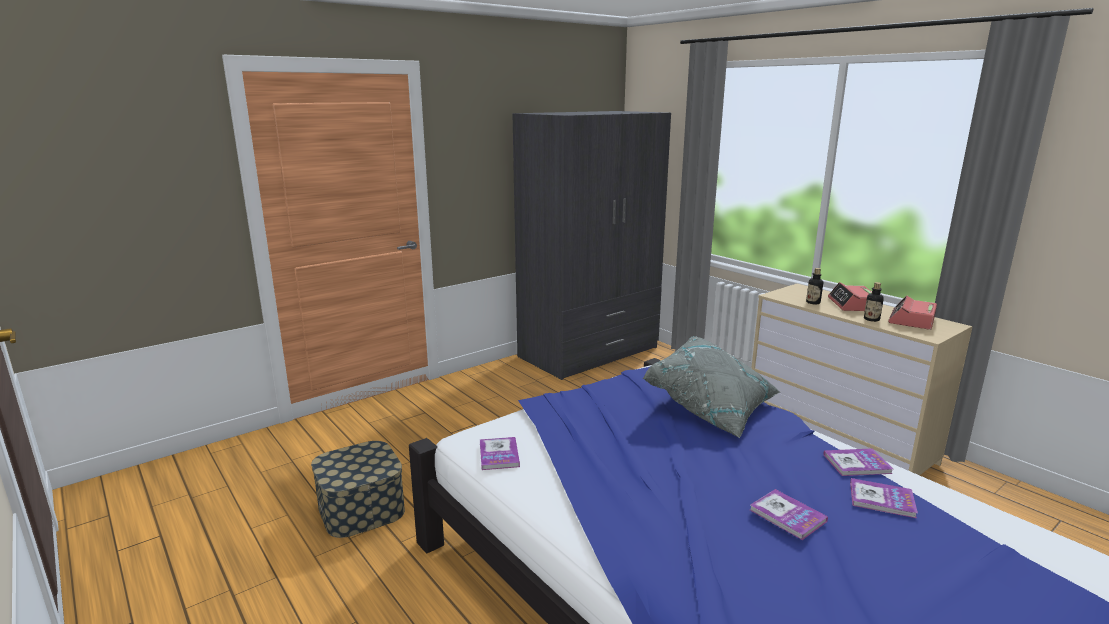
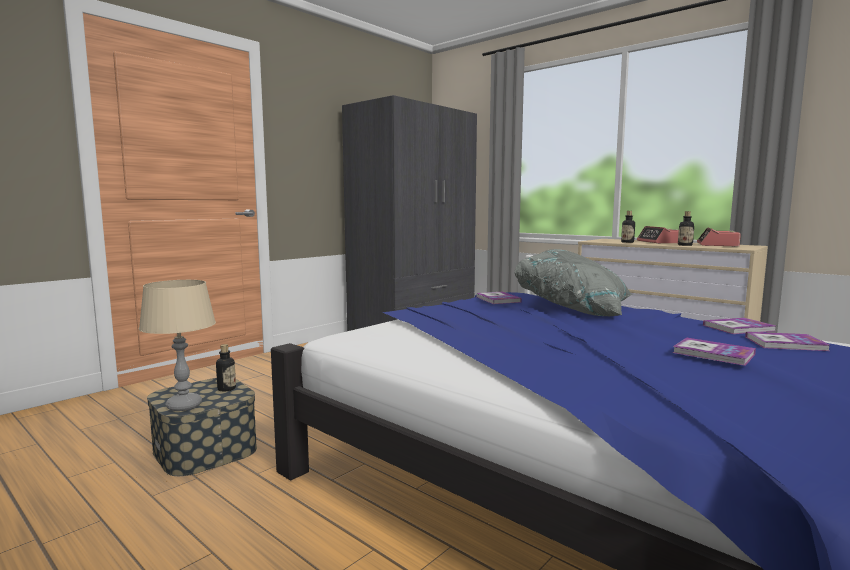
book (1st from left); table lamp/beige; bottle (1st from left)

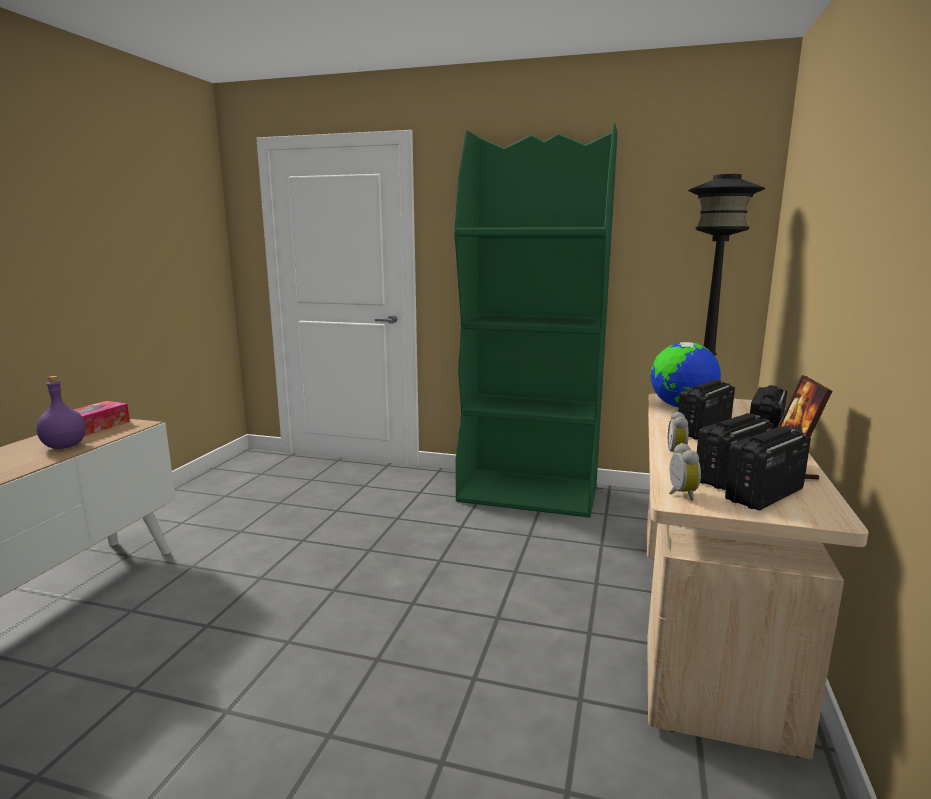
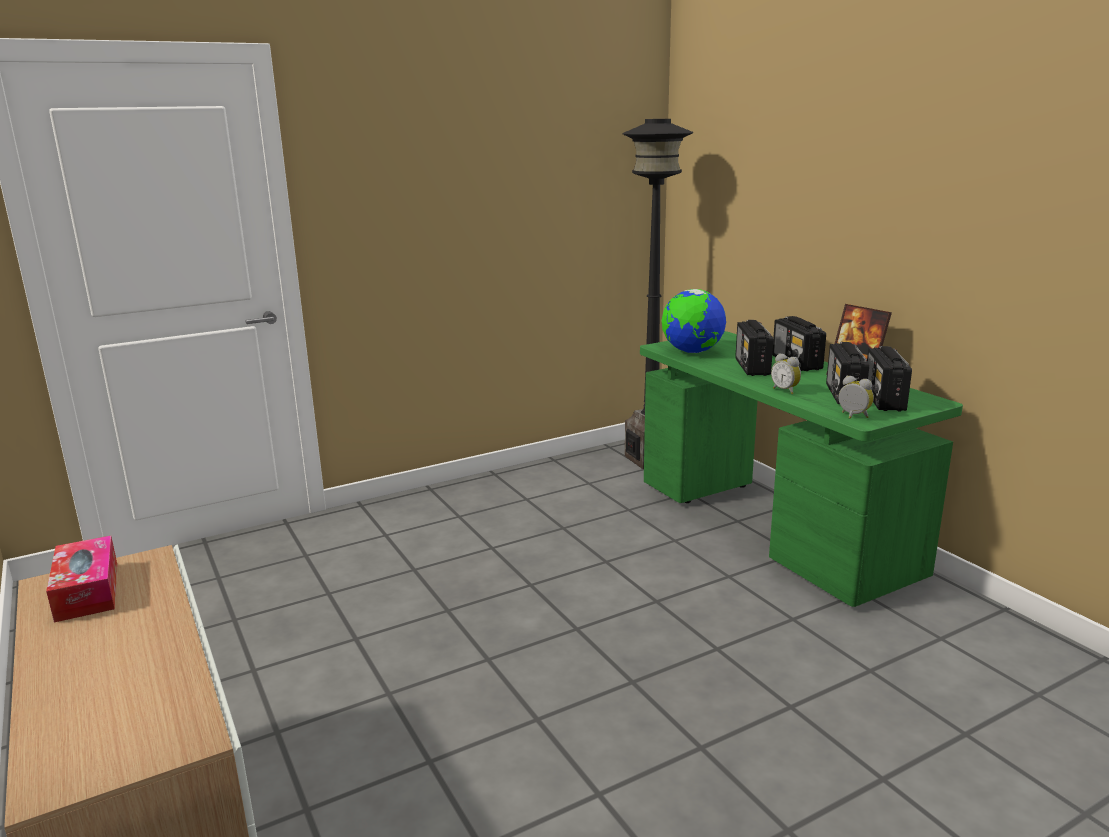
bottle/purple; bookcase/green; desk/green

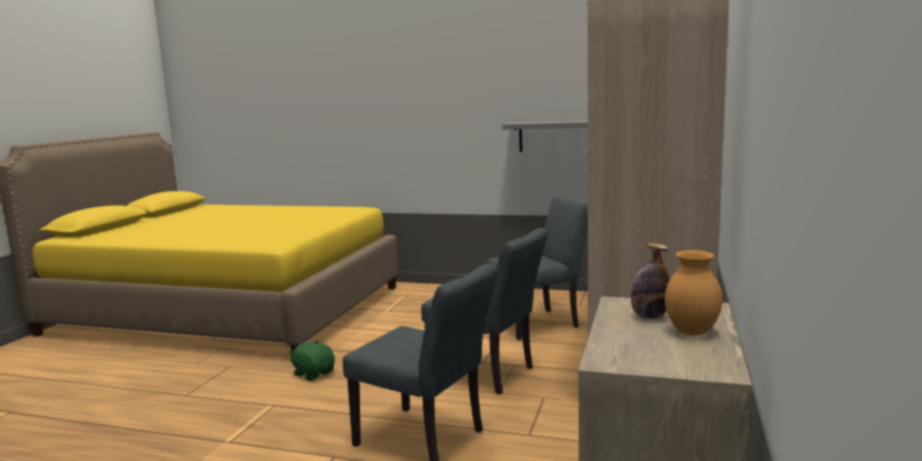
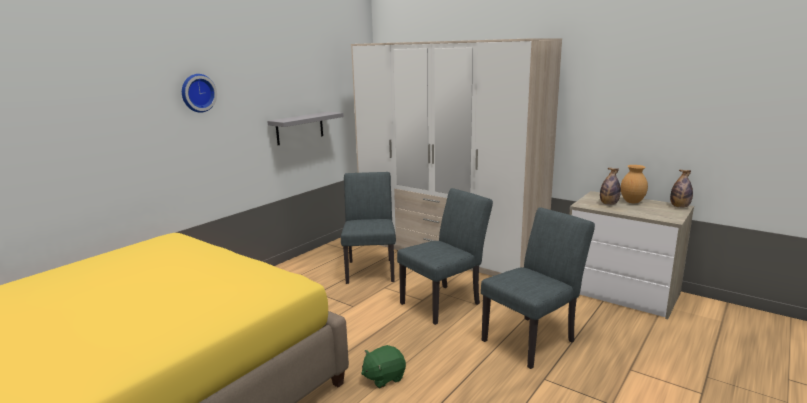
wall clock; bottle (2nd from left)

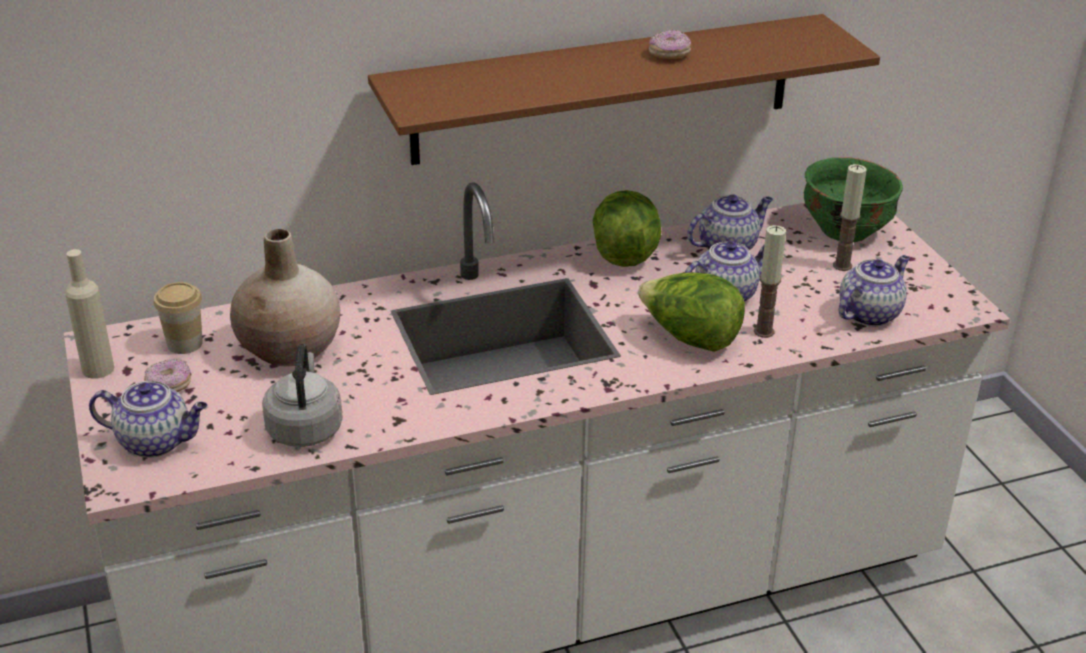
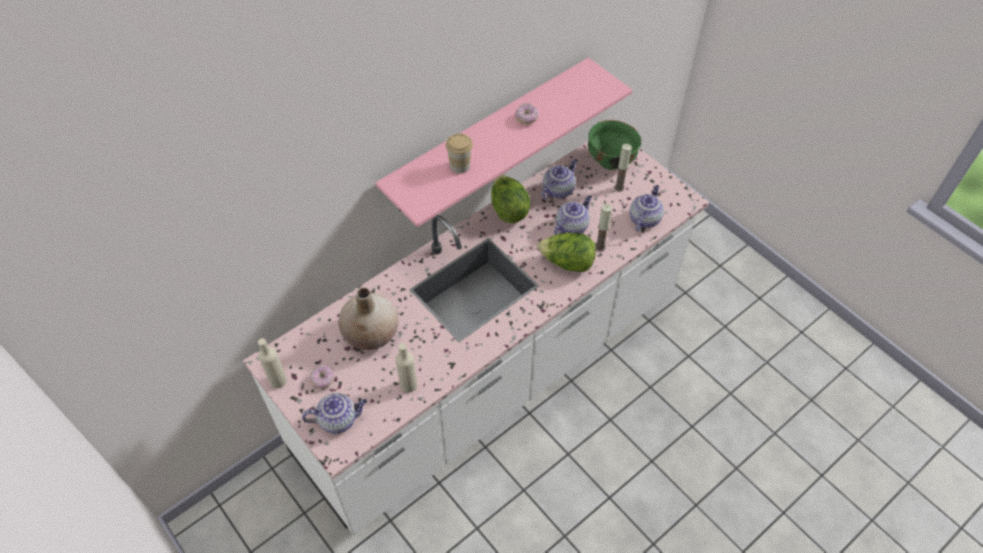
cup; bottle/beige (2nd from left); shelf/pink

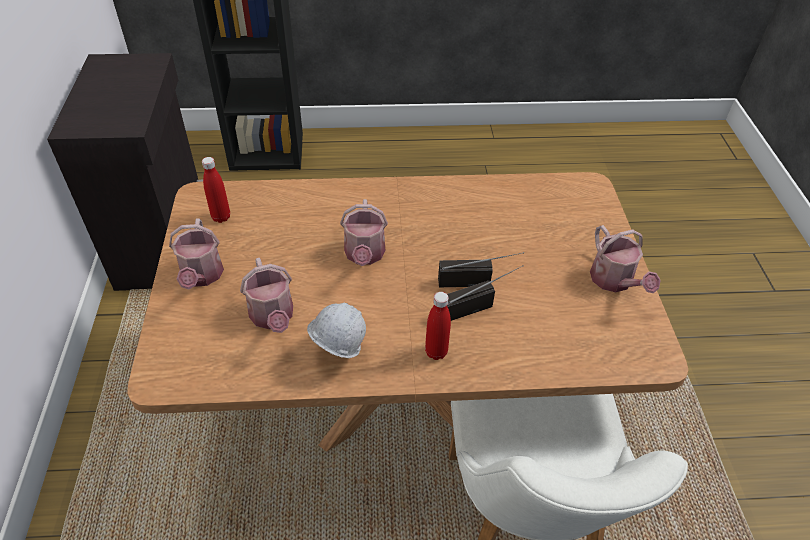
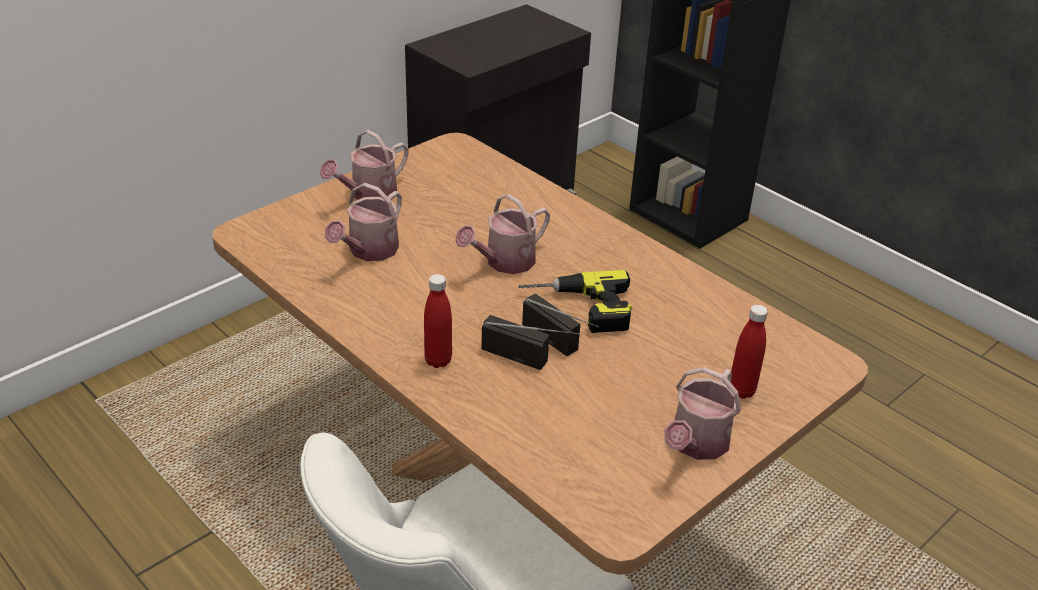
bottle/red (2nd from left); hard hat/white; power drill

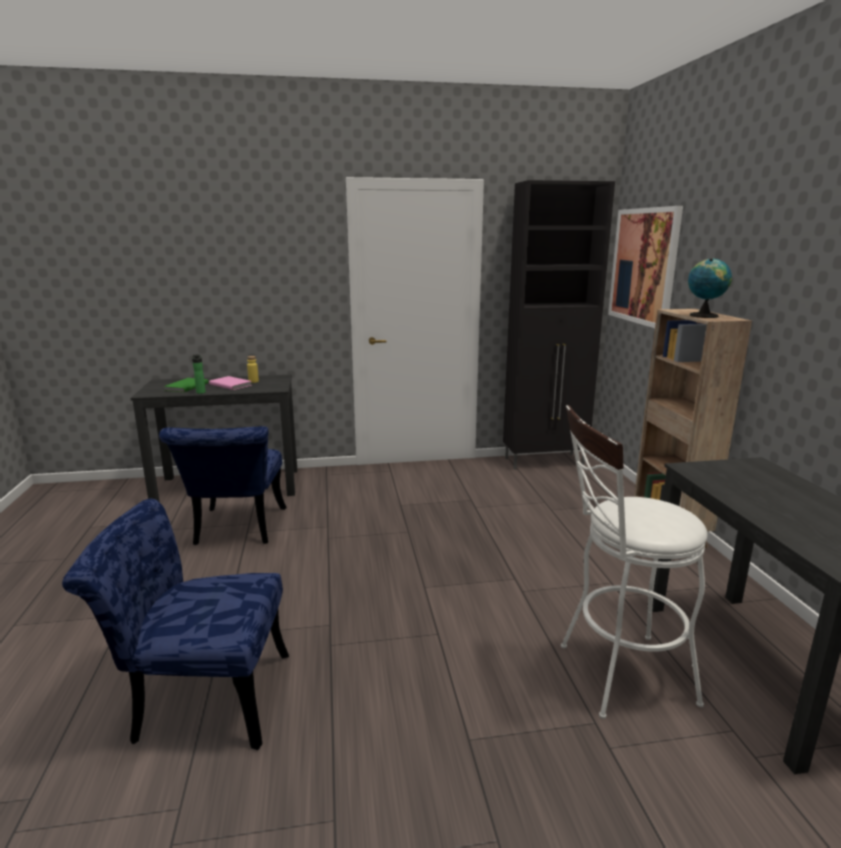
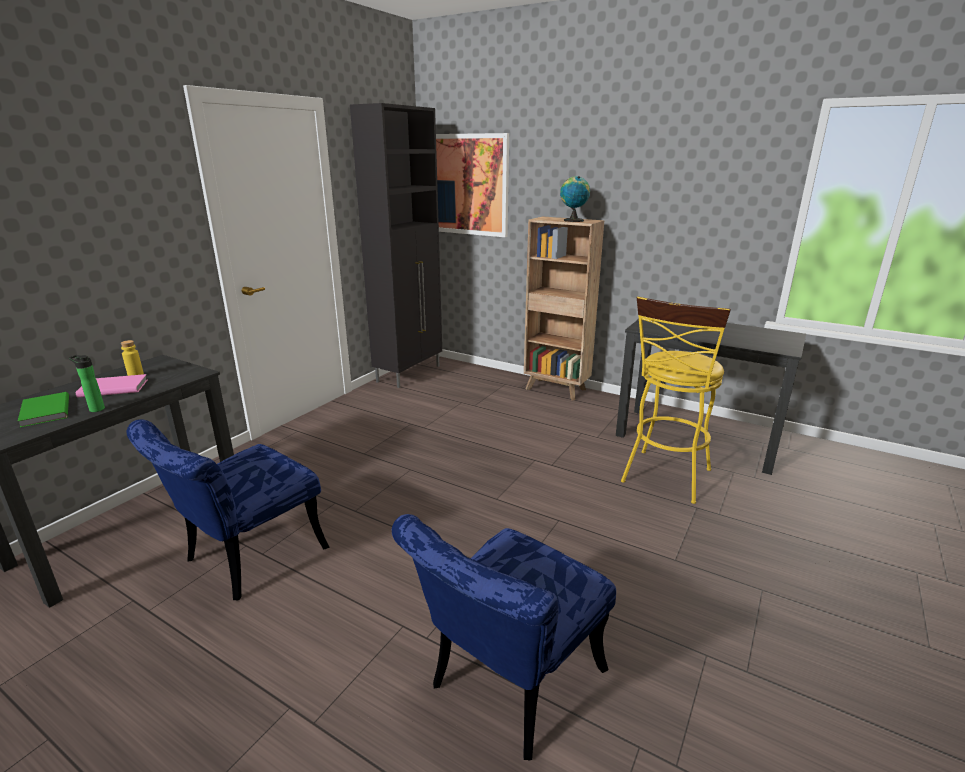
chair/blue (1st from left); stool/yellow

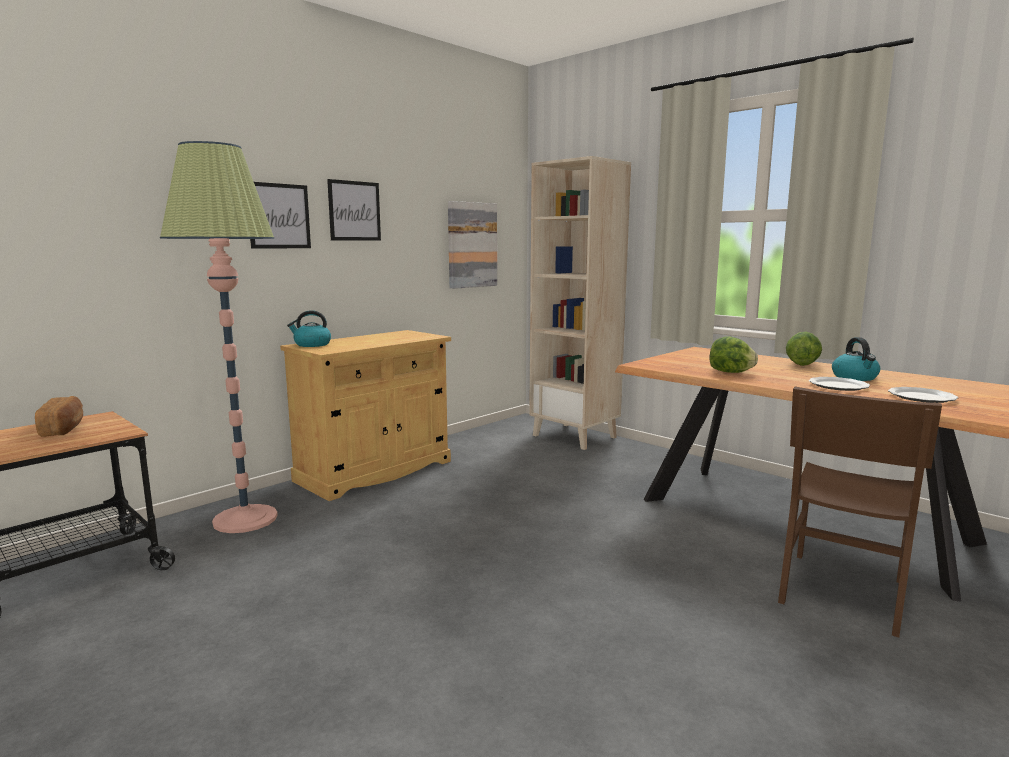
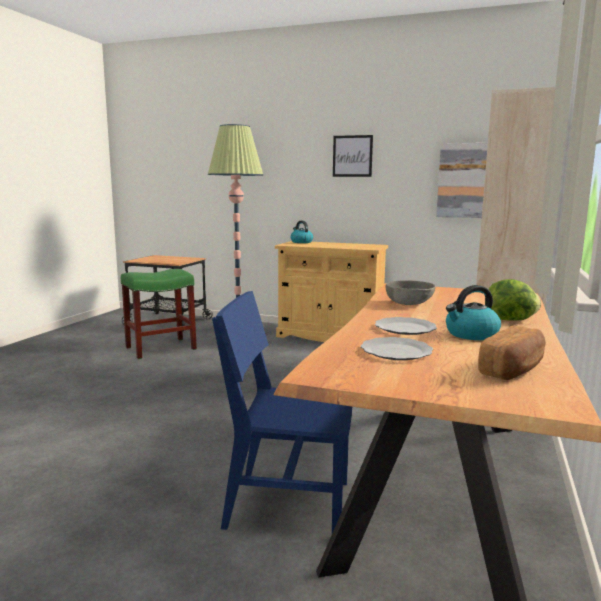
bread; picture (1st from left in the first image); bowl/grey; chair/blue; stool/green

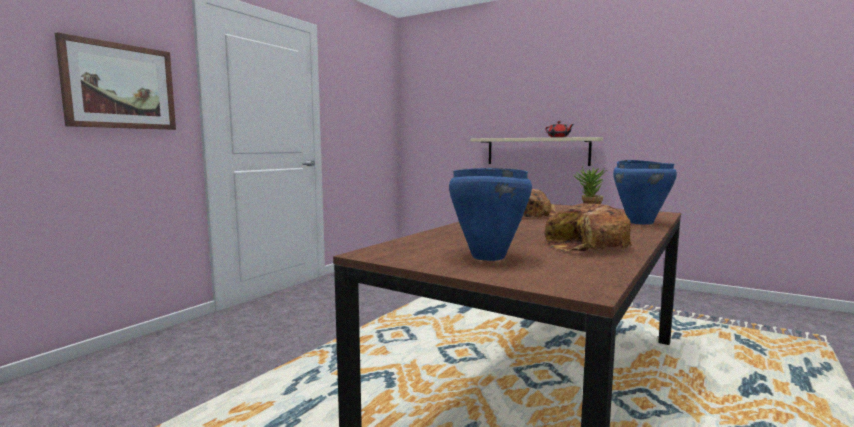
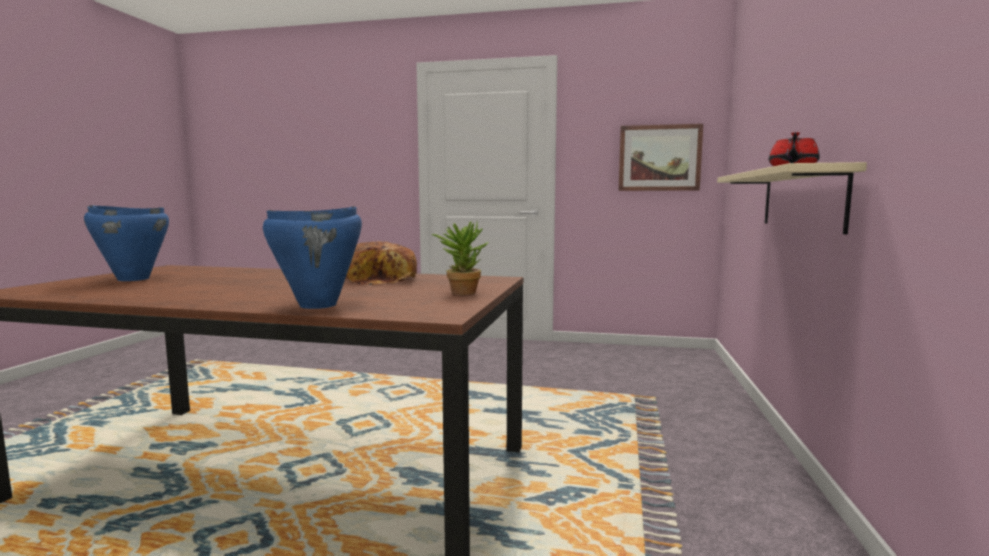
picture; bread (2nd from left in the first image)

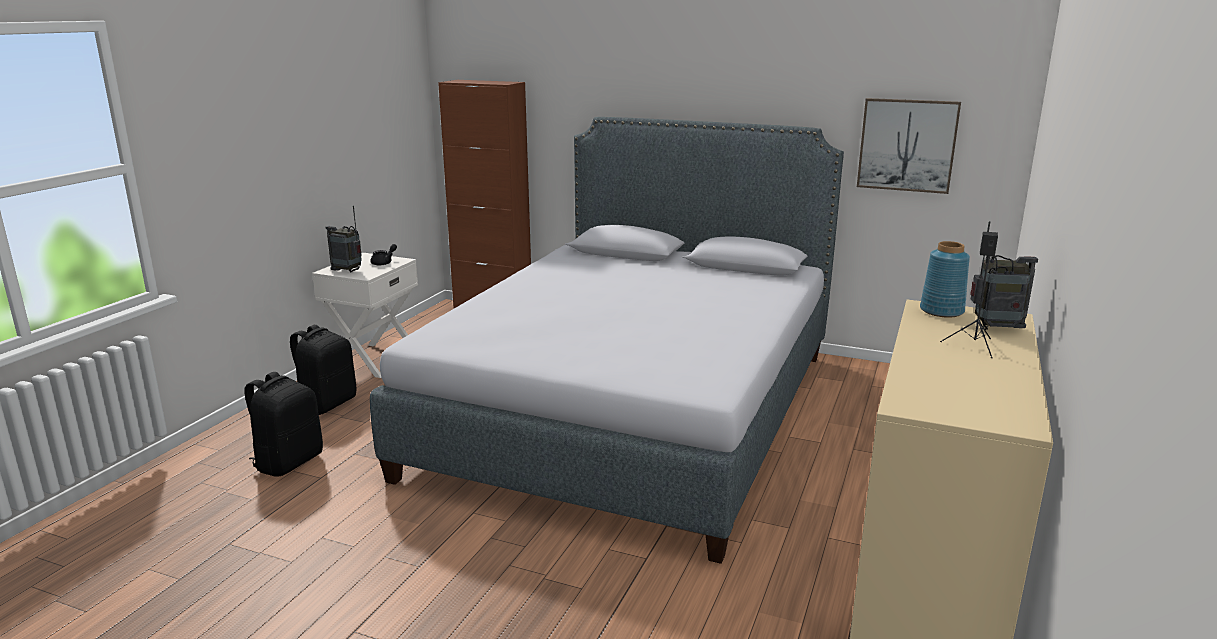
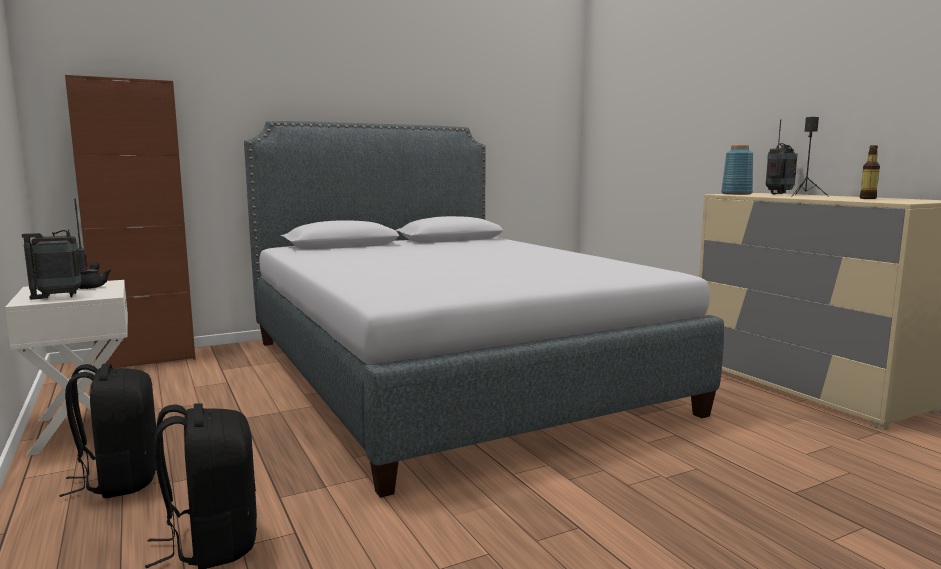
picture; bottle

